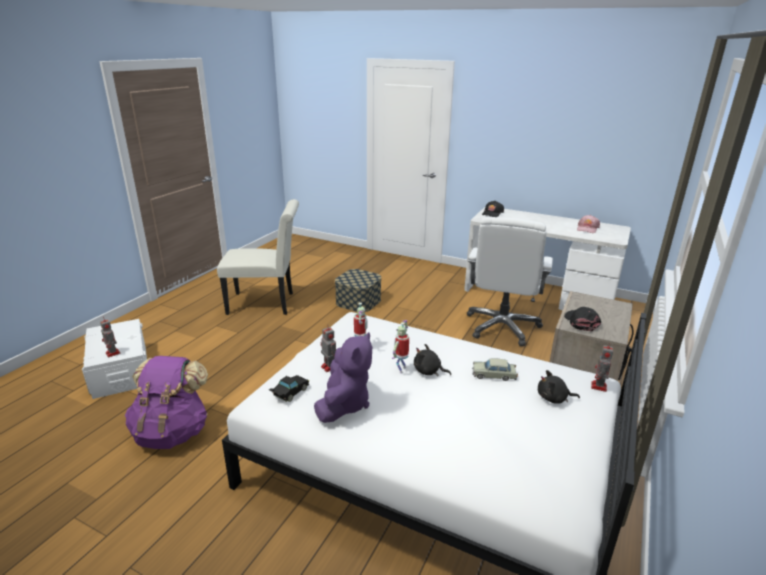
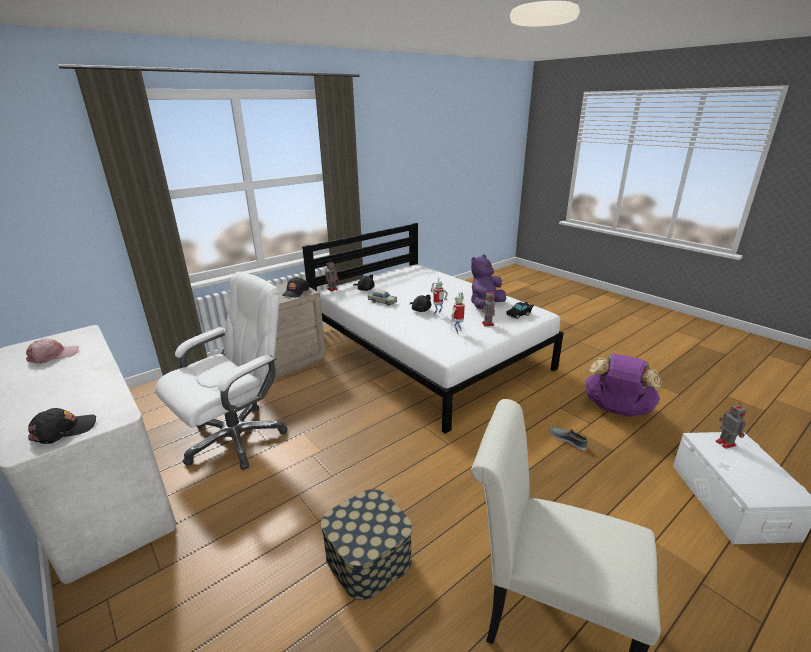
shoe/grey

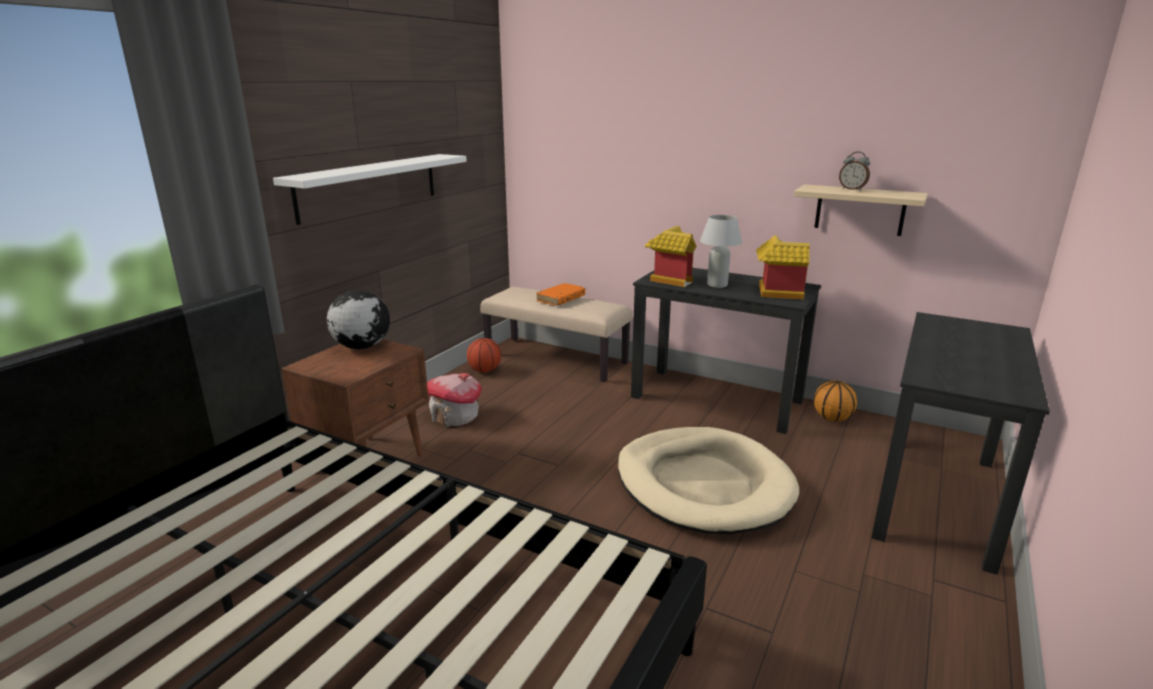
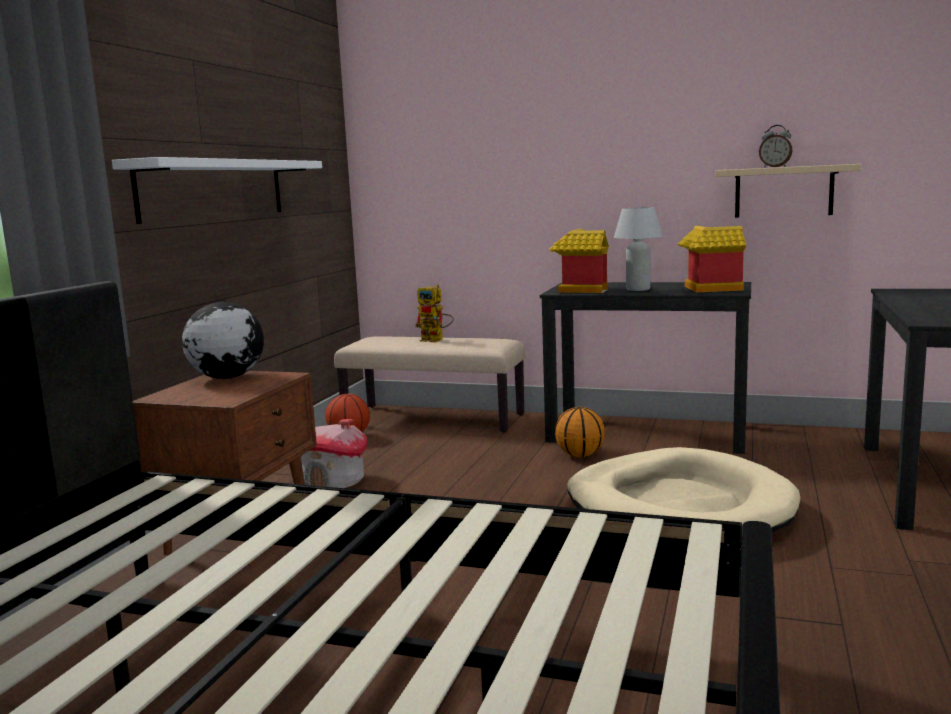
toy robot; basketball (2nd from left)

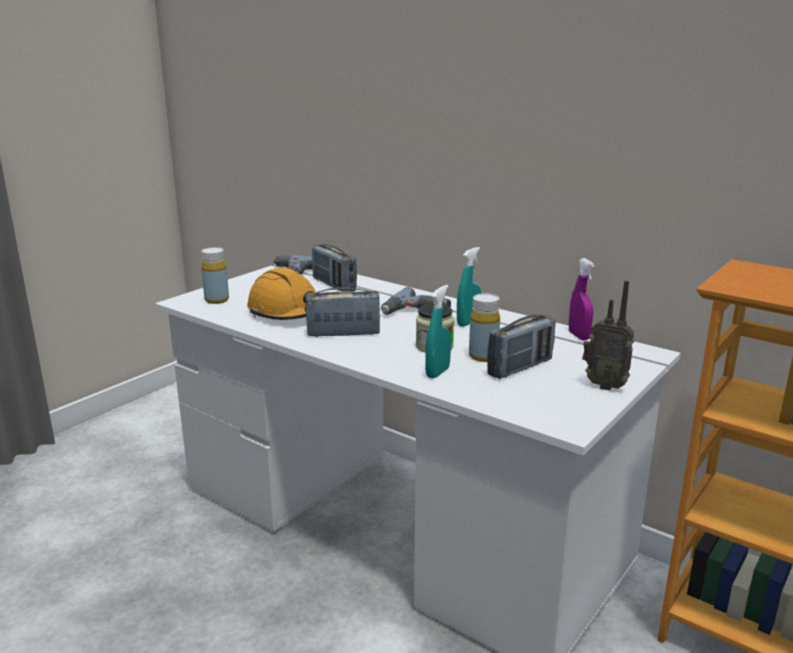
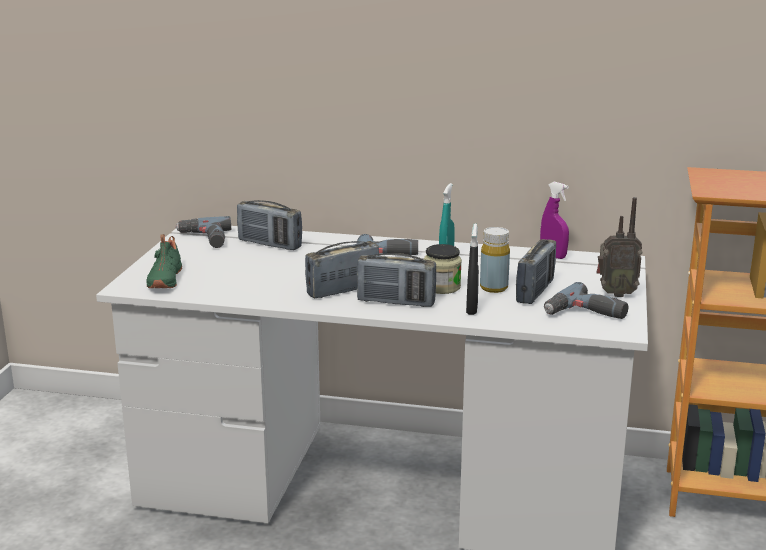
shoe/green; hard hat/orange; spray bottle/black; radio (3rd from left); power drill (3rd from left)

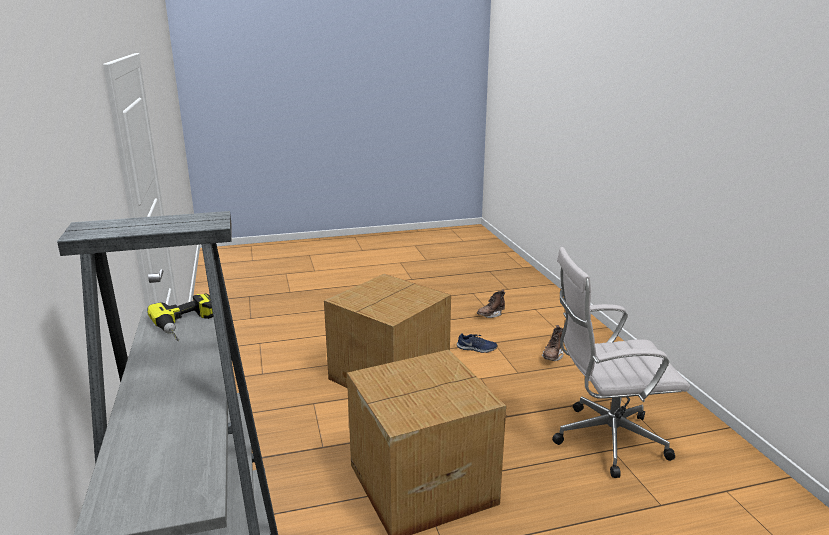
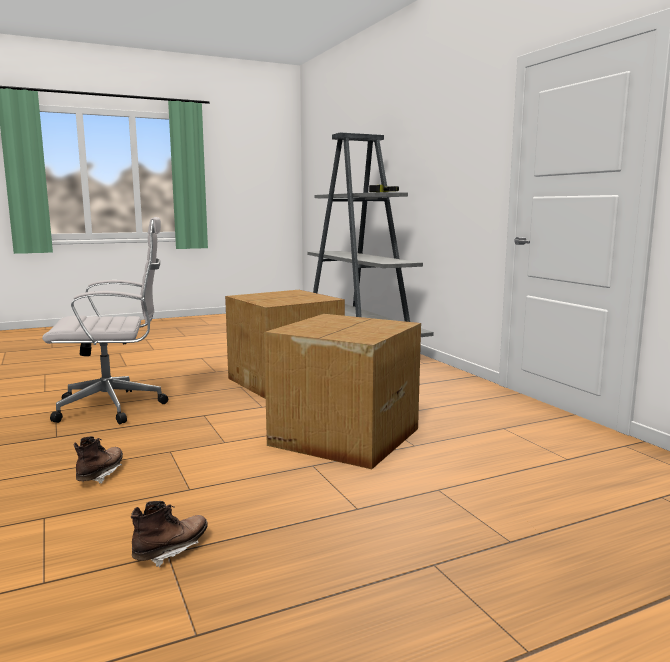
shoe/blue

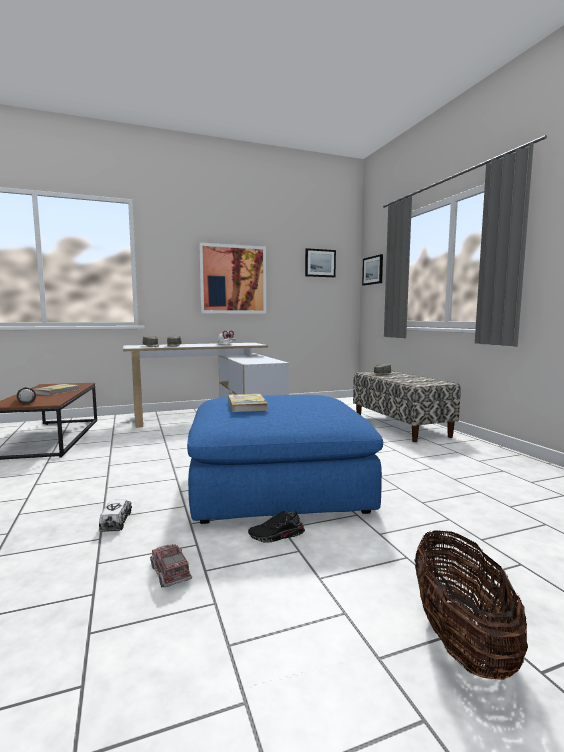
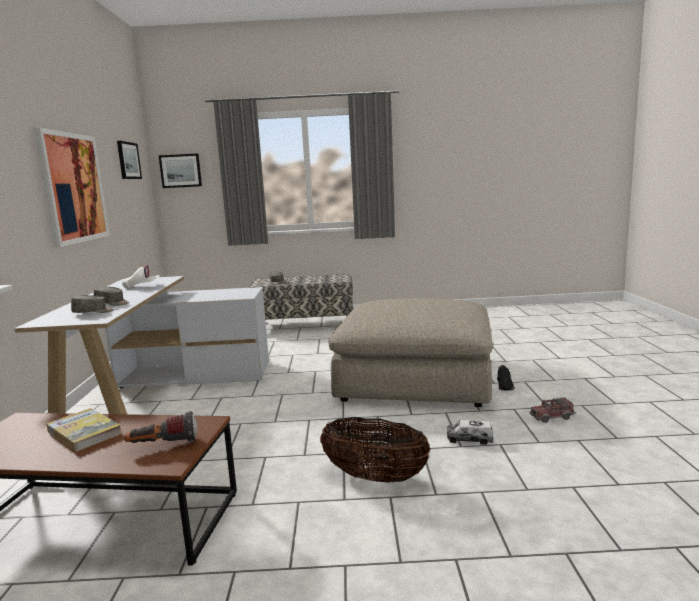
ottoman/beige; book (2nd from left in the first image); basket

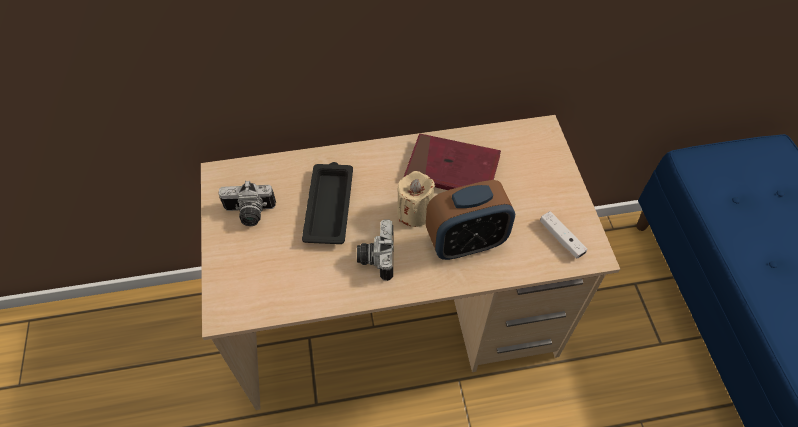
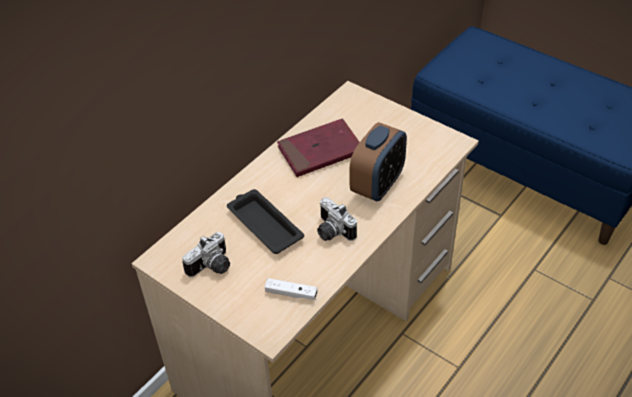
candle/beige; game controller/white

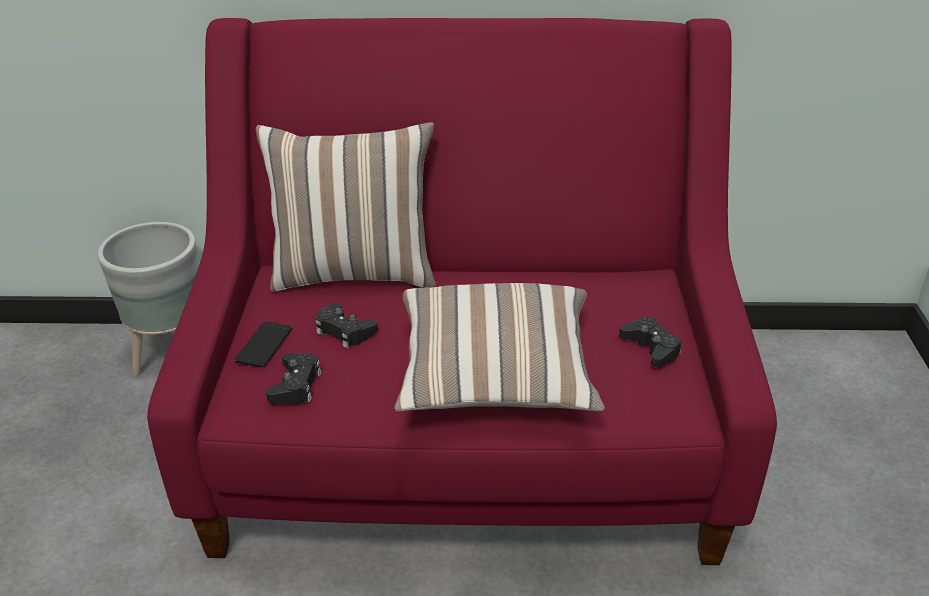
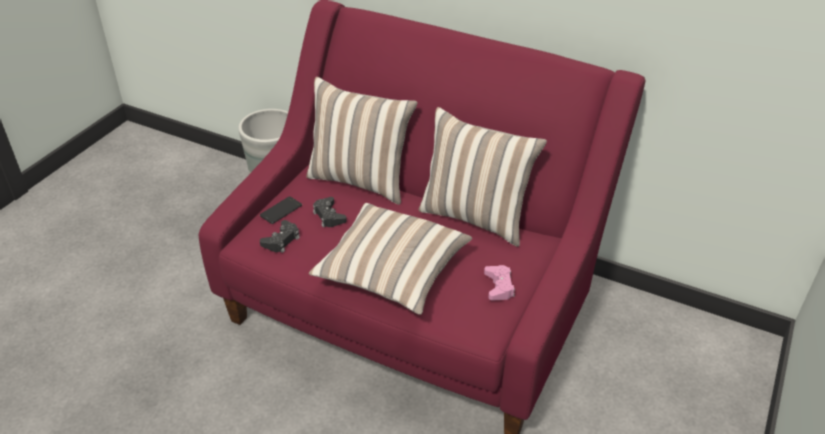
game controller/pink; pillow (3rd from left)

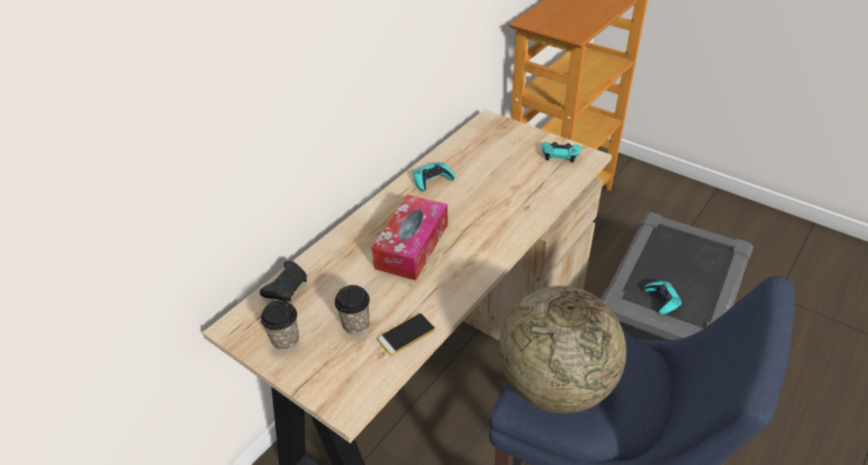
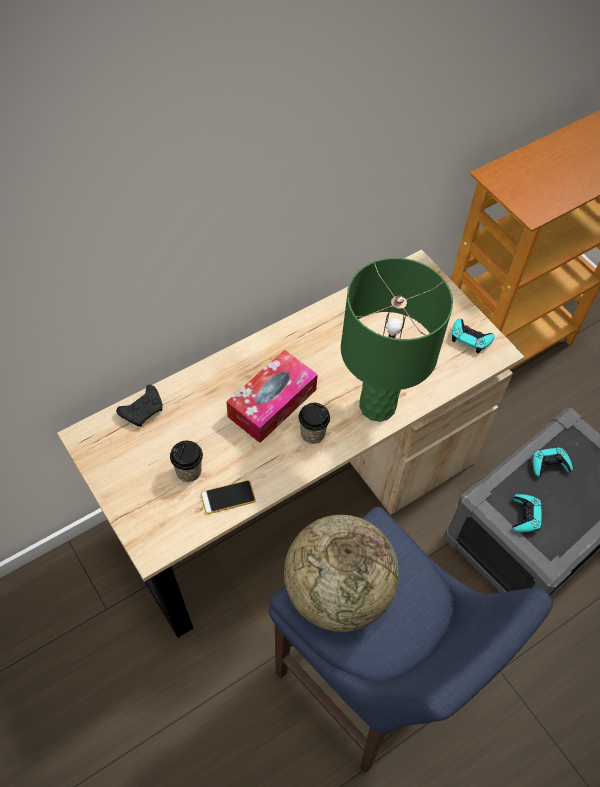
cup (2nd from left); game controller/turquoise (3rd from left); table lamp/green

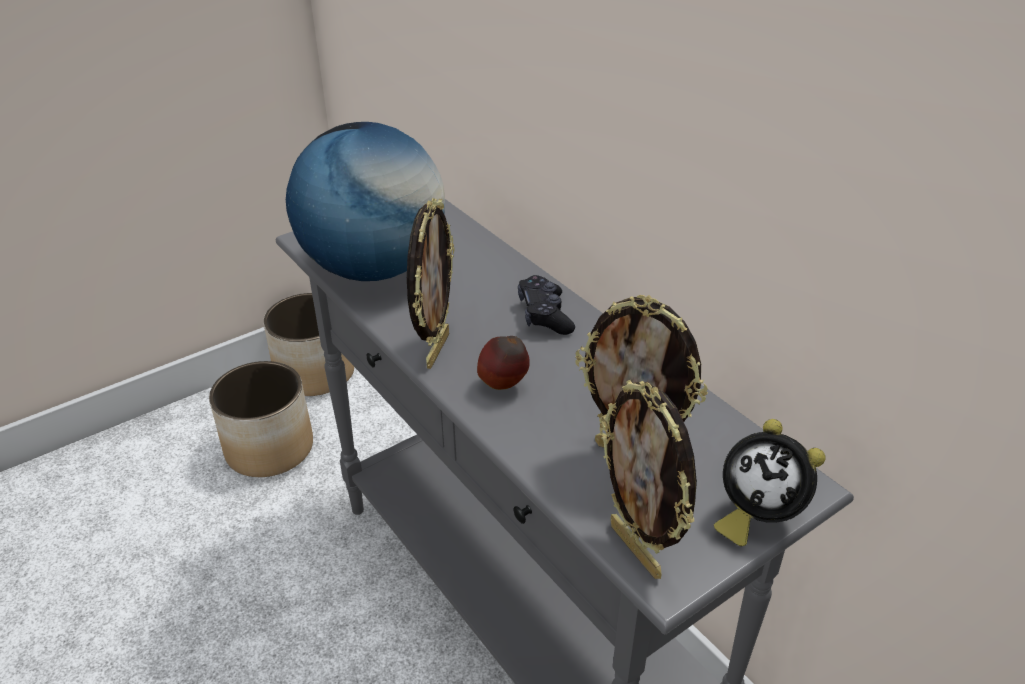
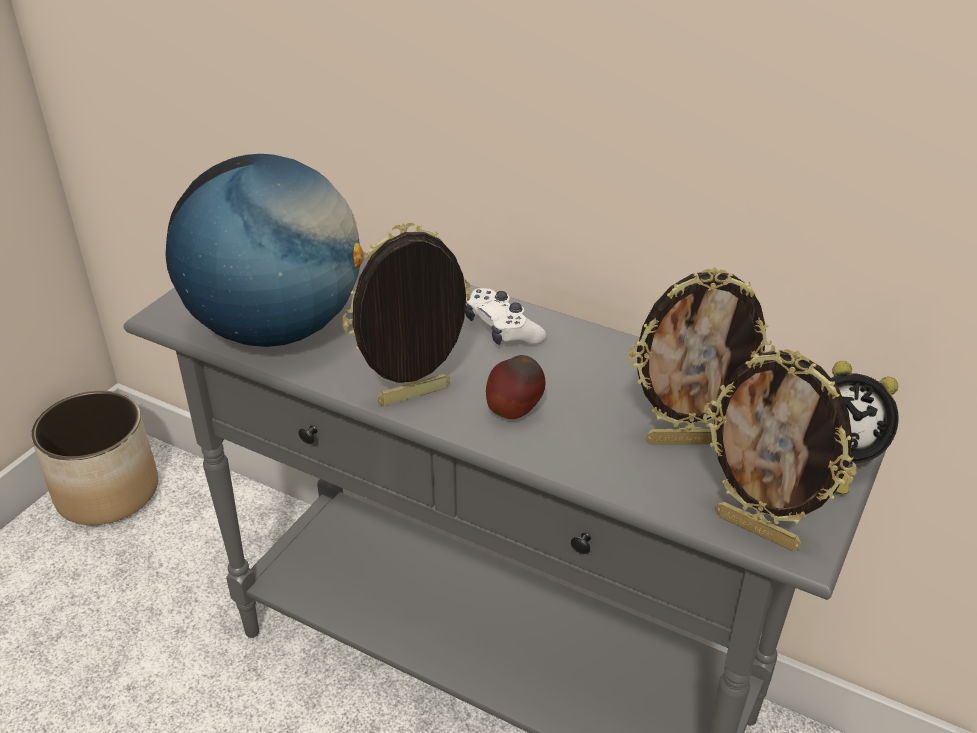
planter (1st from left in the first image); picture frame (1st from left); game controller/white

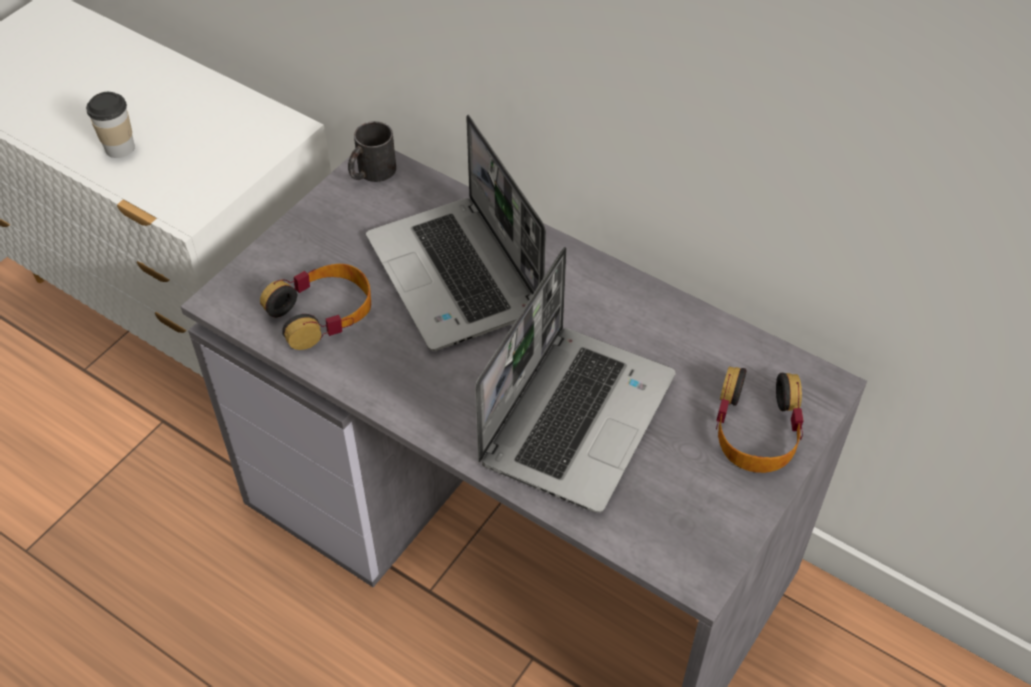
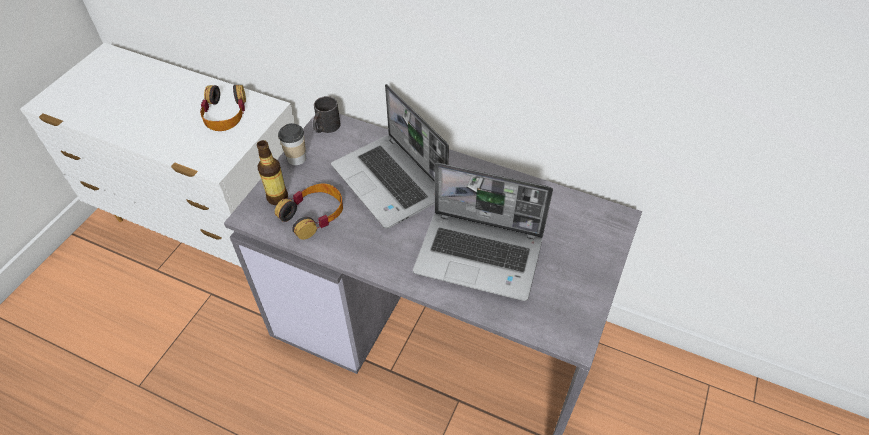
cup; laptop (2nd from left); headphones (1st from left); bottle

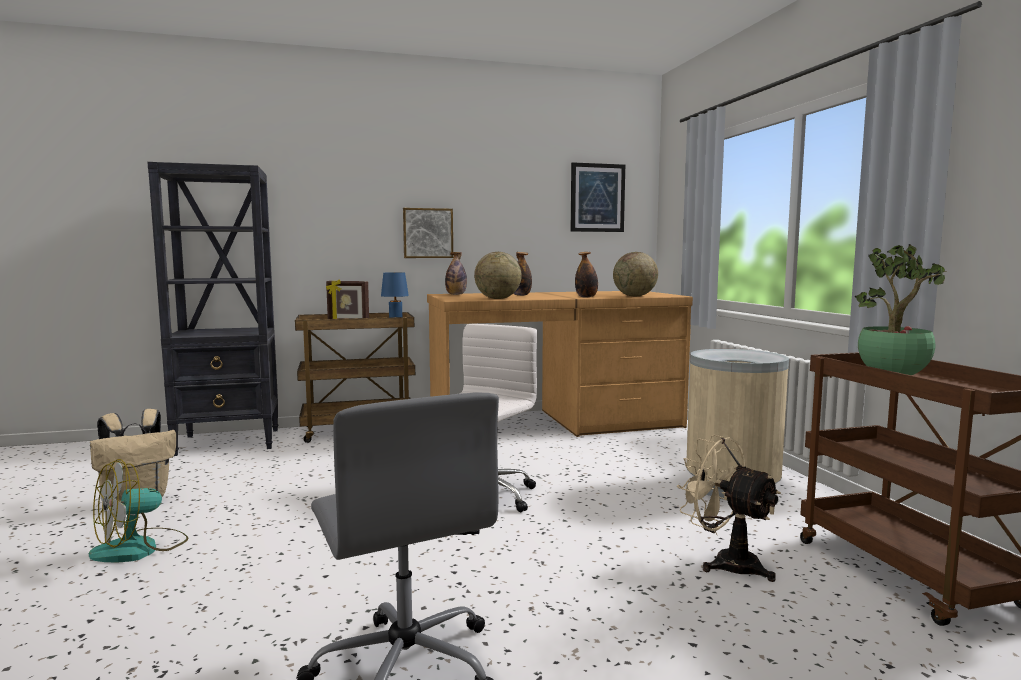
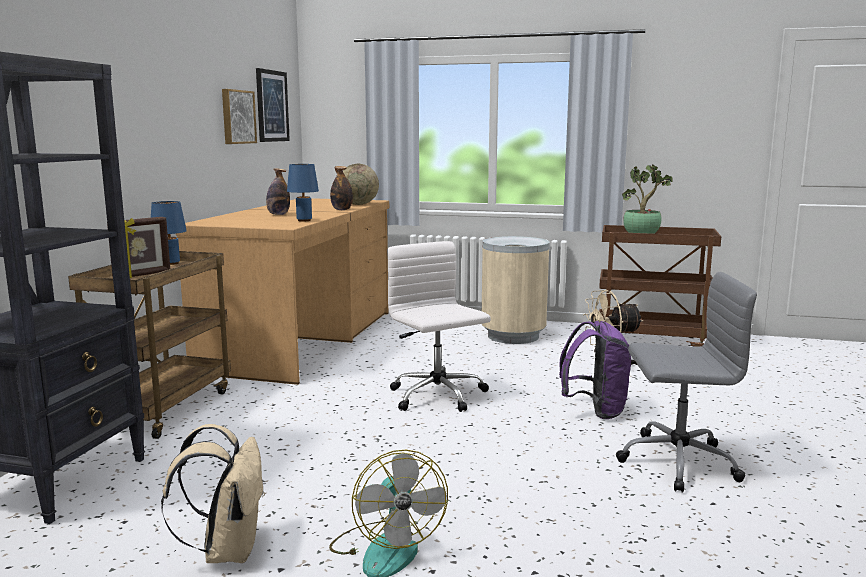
picture (1st from left); bottle (1st from left in the first image); table lamp/blue (2nd from left); backpack/purple

